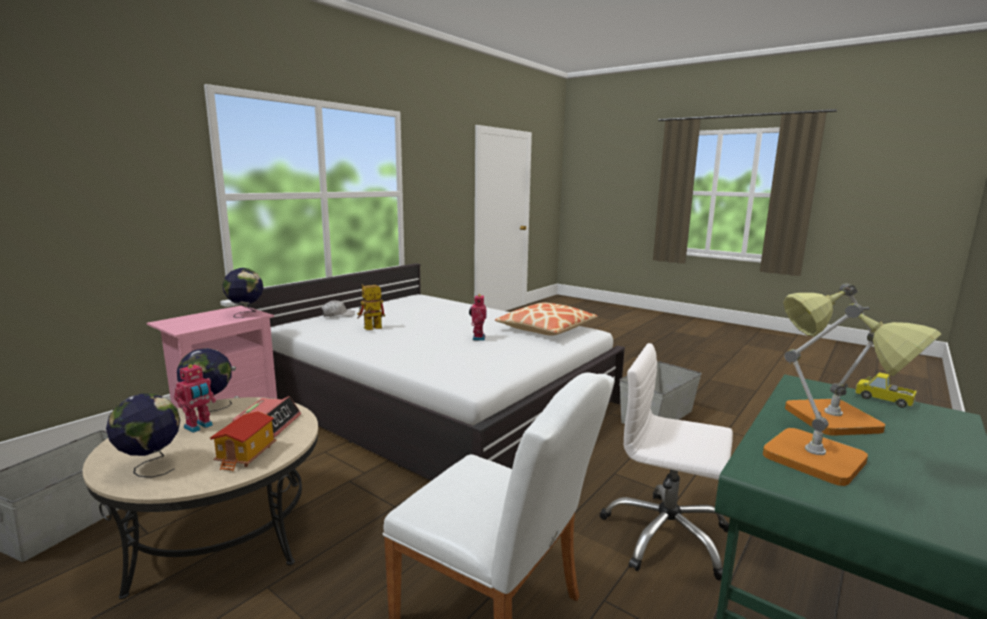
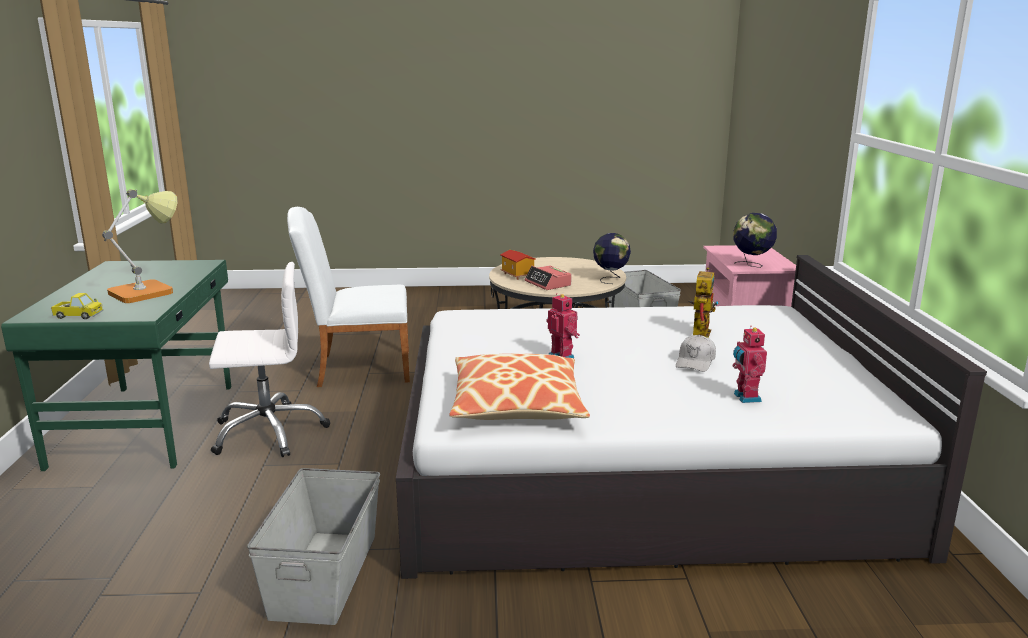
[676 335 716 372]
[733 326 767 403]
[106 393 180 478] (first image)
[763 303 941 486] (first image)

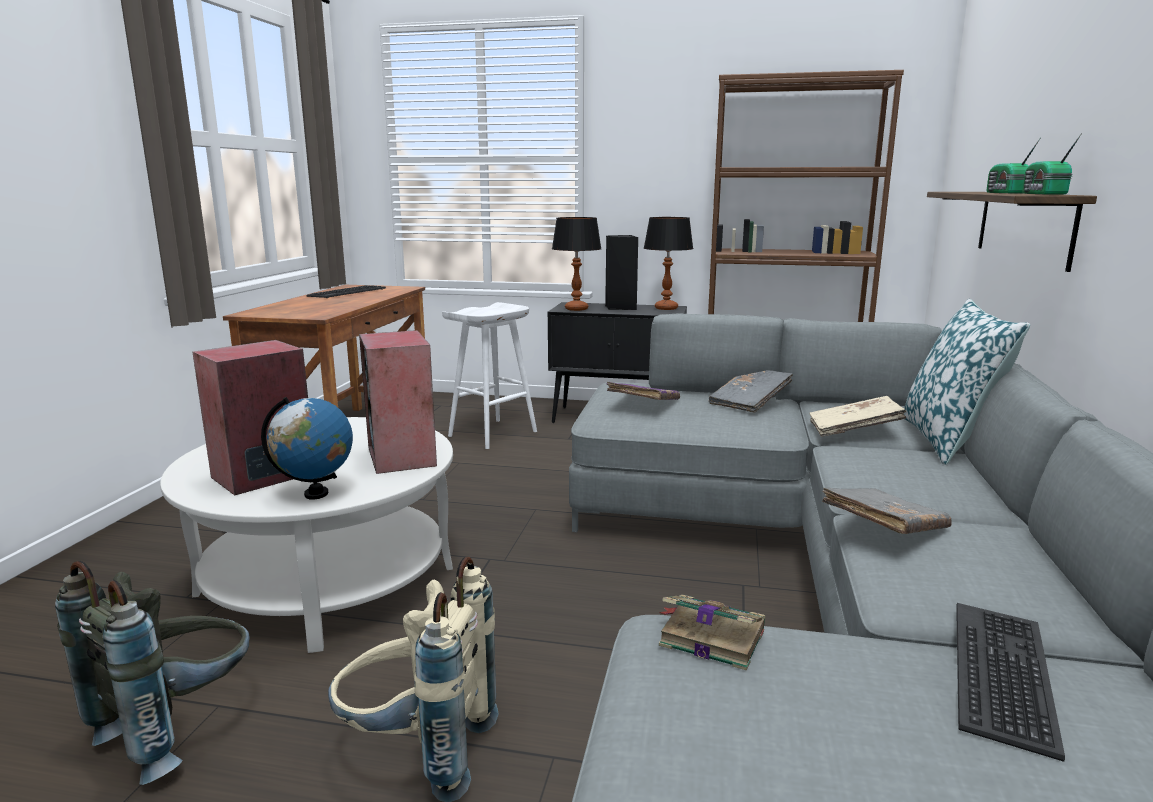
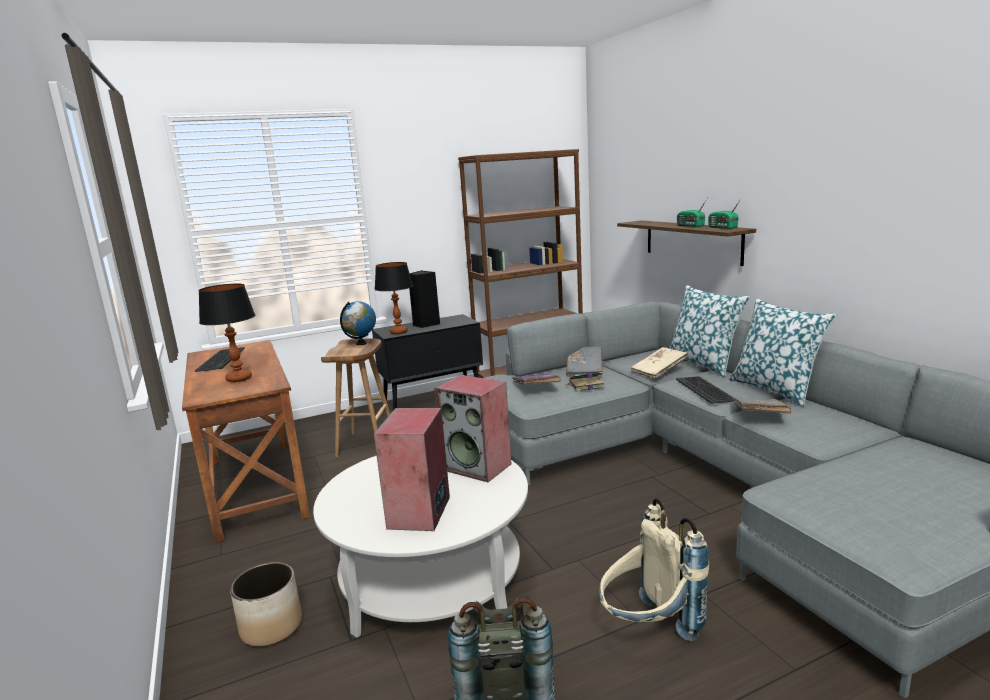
[198 284 255 382]
[230 562 302 646]
[321 338 390 457]
[340 301 376 345]
[566 372 605 392]
[676 376 734 404]
[729 299 836 407]

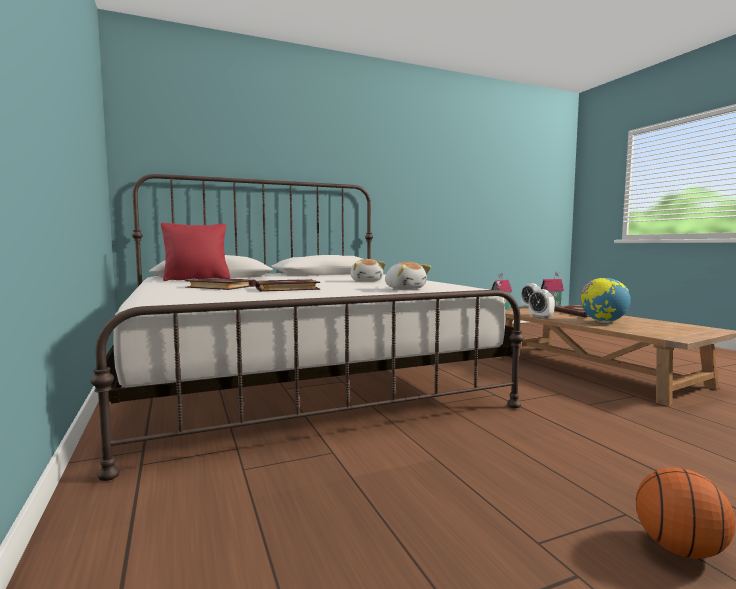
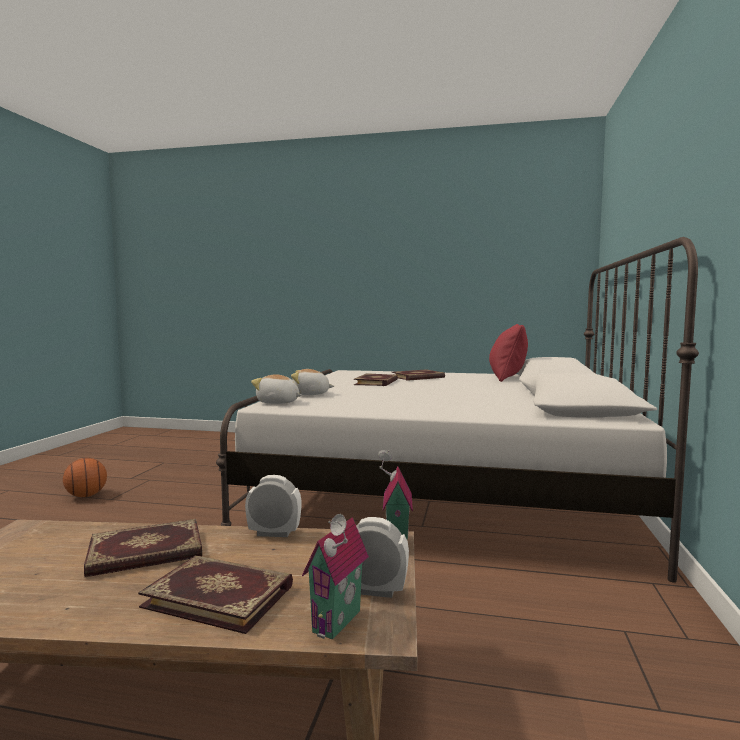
[84 519 202 577]
[251 374 302 404]

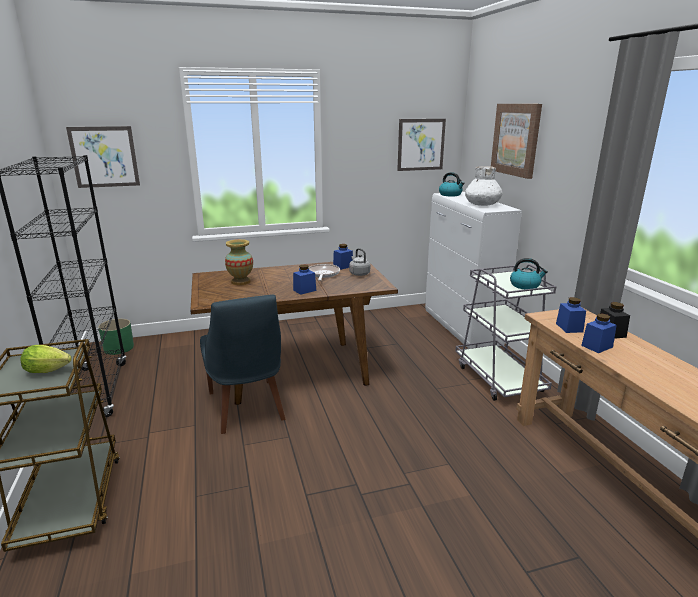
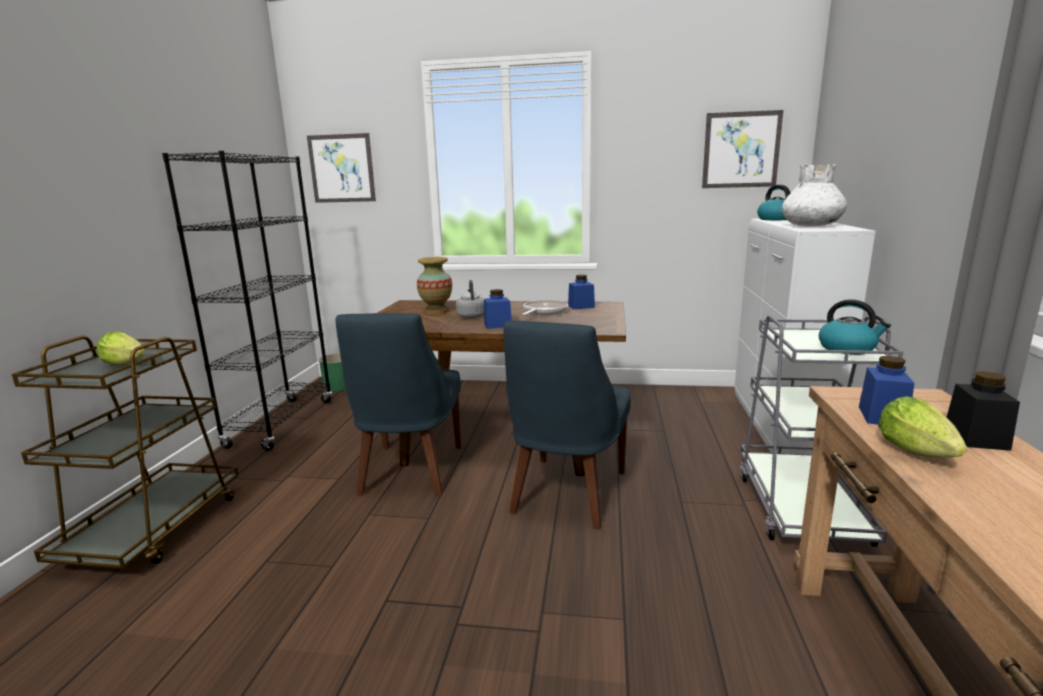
[456 280 484 318]
[503 321 631 530]
[878 396 967 457]
[491 104 542 179] (first image)

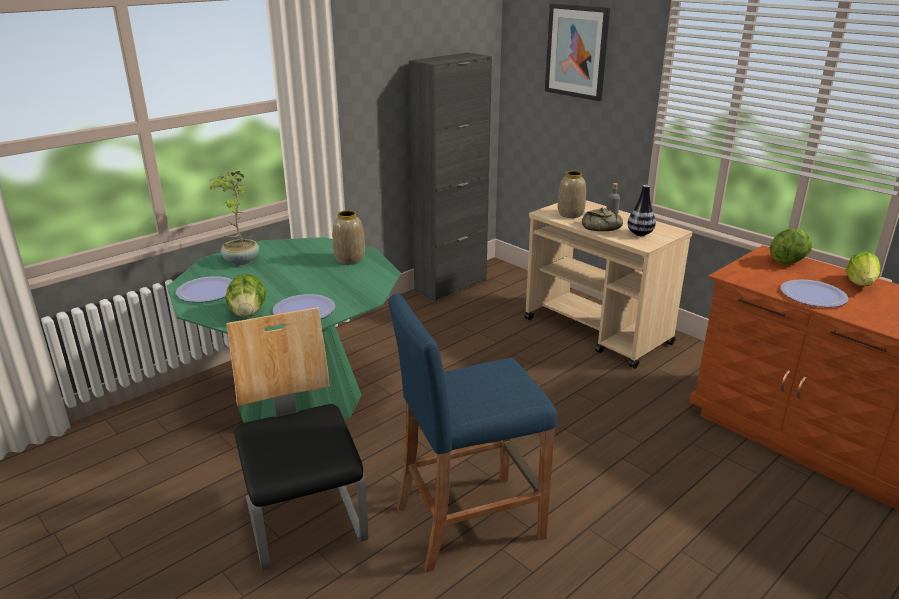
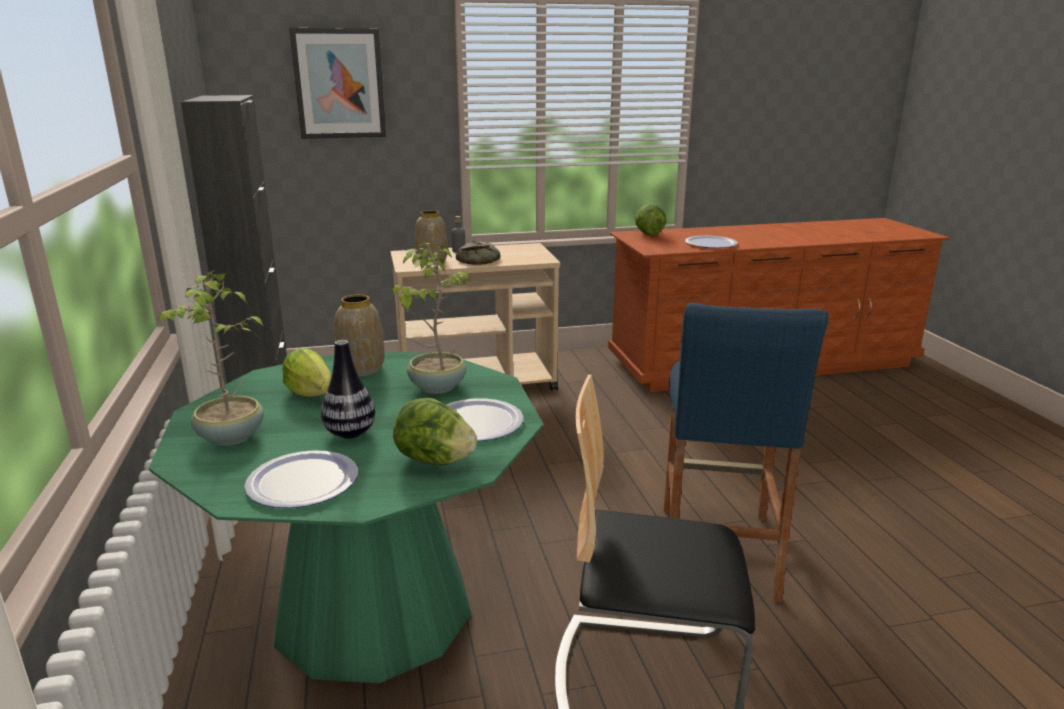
[282 348 331 397]
[321 340 376 439]
[392 243 470 394]

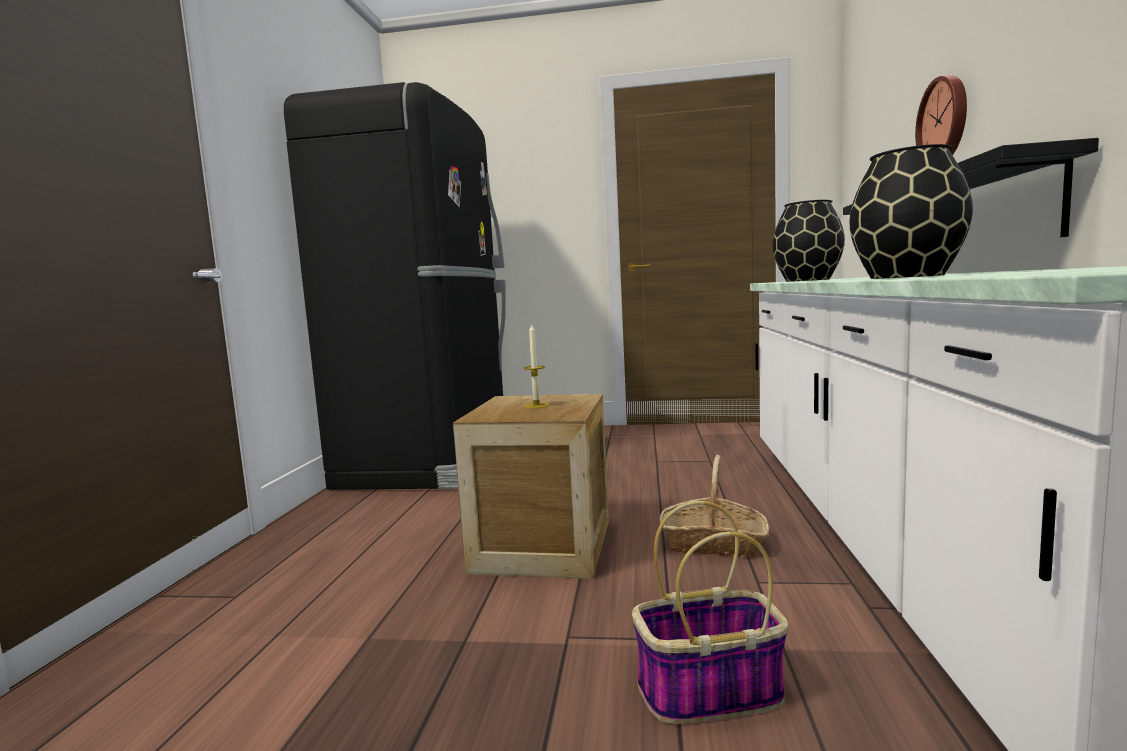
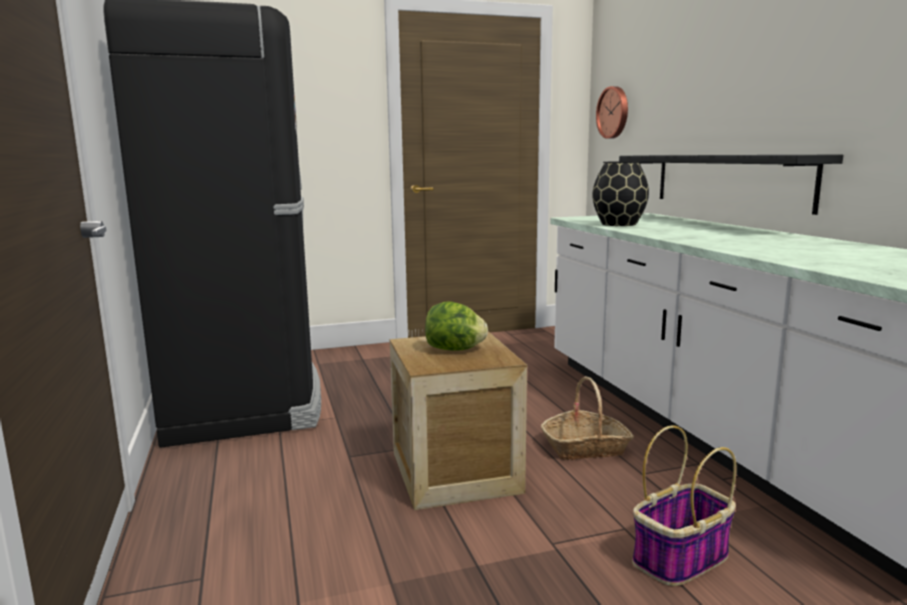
[425 301 488 350]
[596 86 628 139]
[849 144 973 279] (first image)

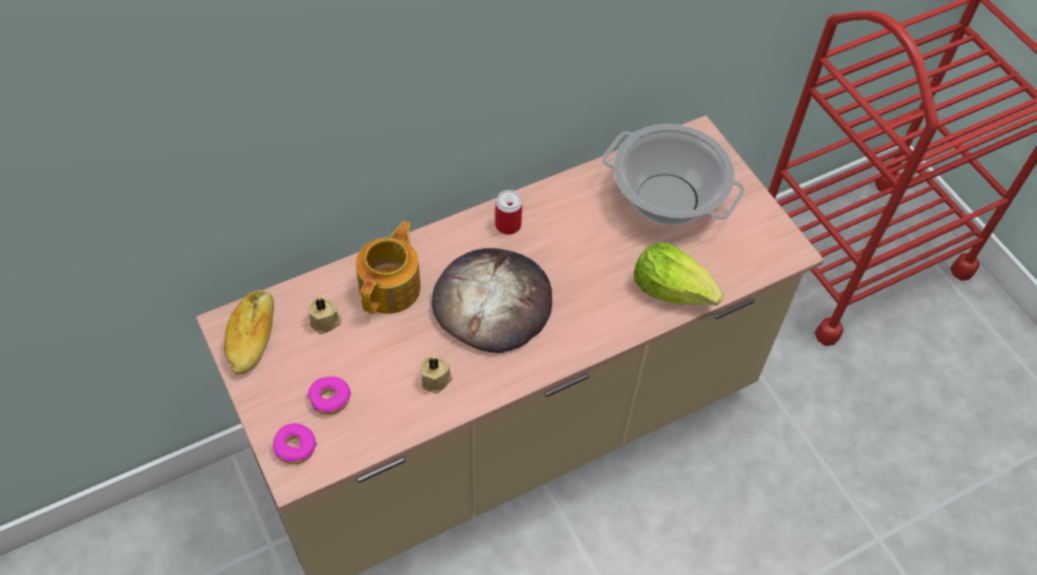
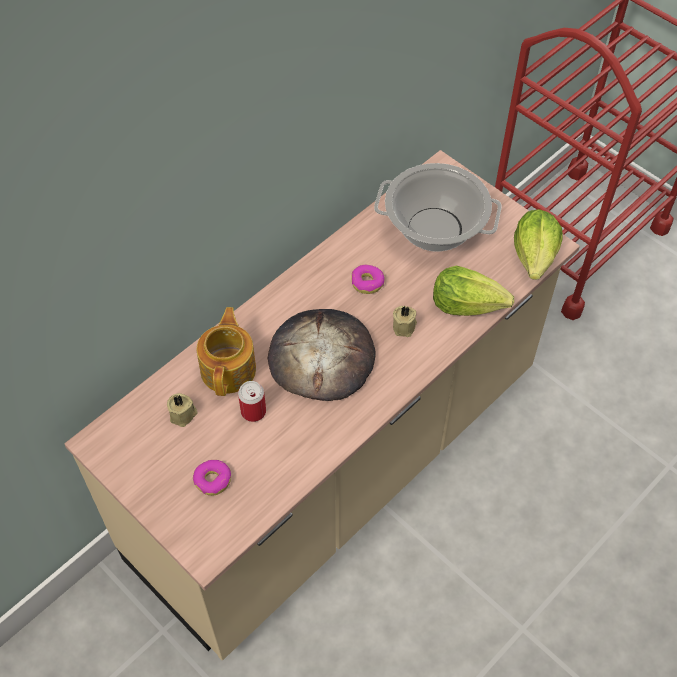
[238 381 266 422]
[351 265 385 294]
[393 306 417 337]
[514 209 563 280]
[224 290 274 375] (first image)

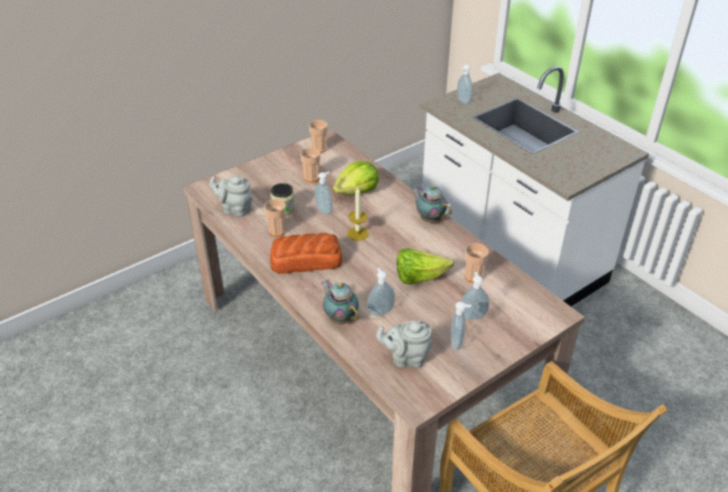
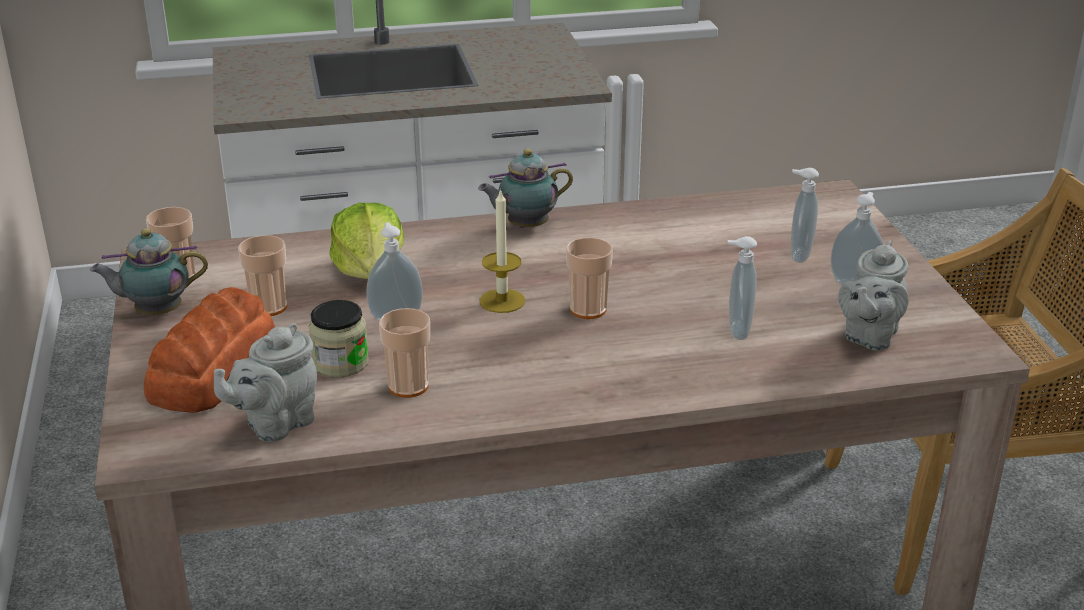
[90 228 208 315]
[144 287 275 413]
[566 237 613 319]
[397 248 454 284] (first image)
[457 65 473 104] (first image)

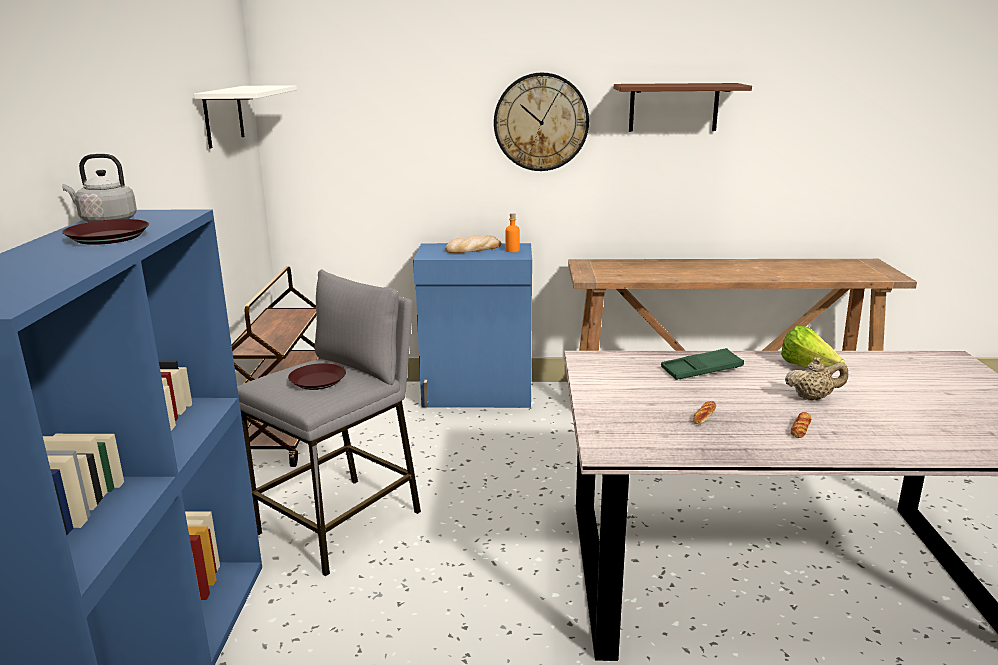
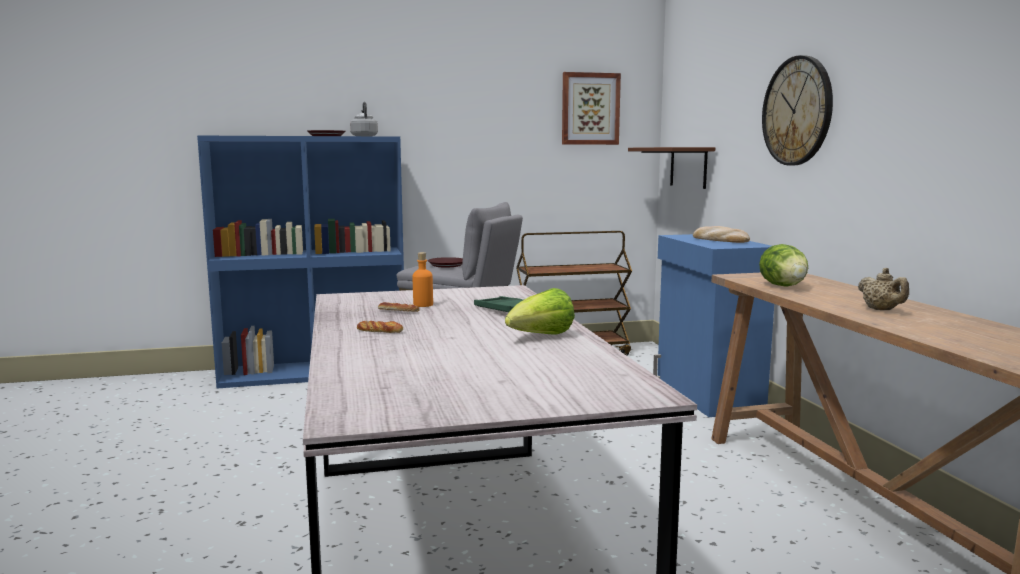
[413 252 433 307]
[562 72 621 145]
[628 147 715 189]
[759 244 808 287]
[858 268 909 310]

